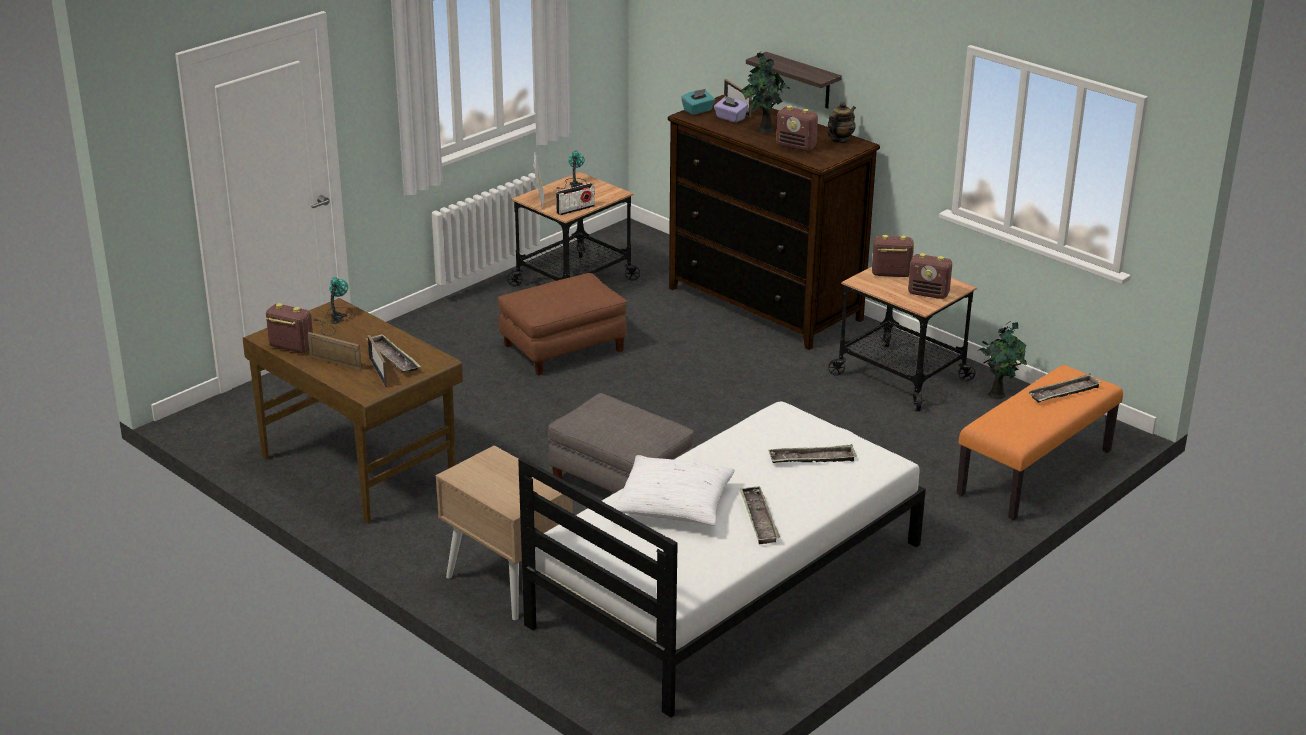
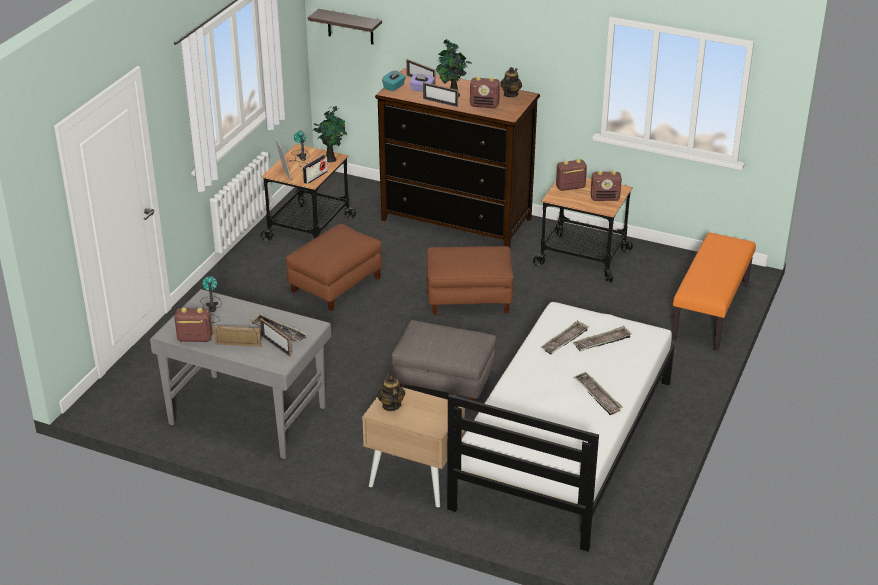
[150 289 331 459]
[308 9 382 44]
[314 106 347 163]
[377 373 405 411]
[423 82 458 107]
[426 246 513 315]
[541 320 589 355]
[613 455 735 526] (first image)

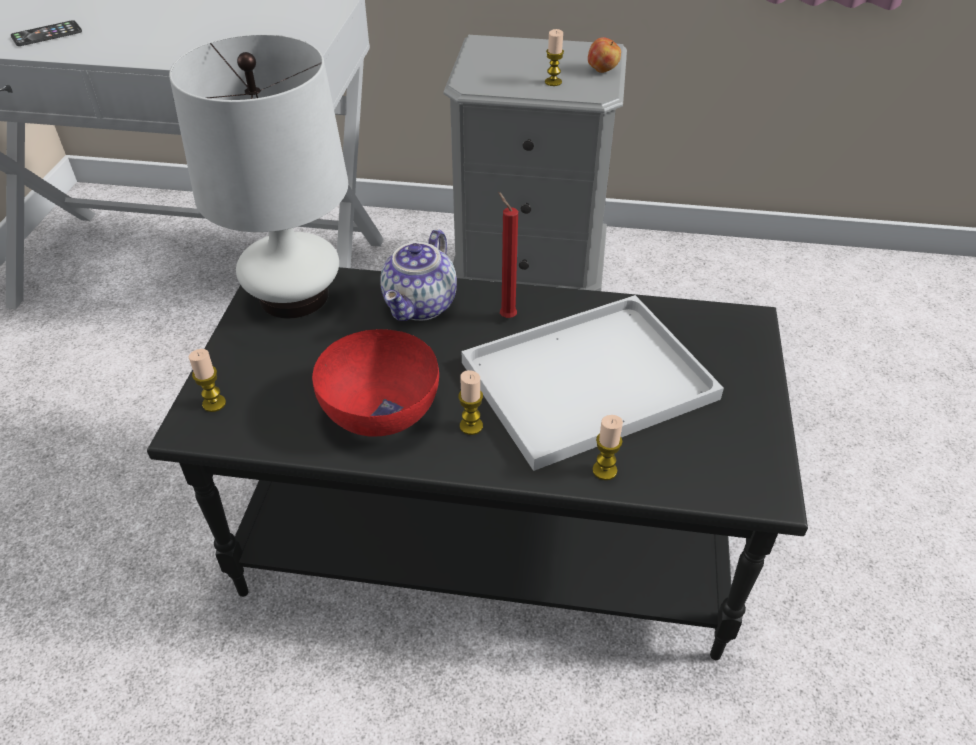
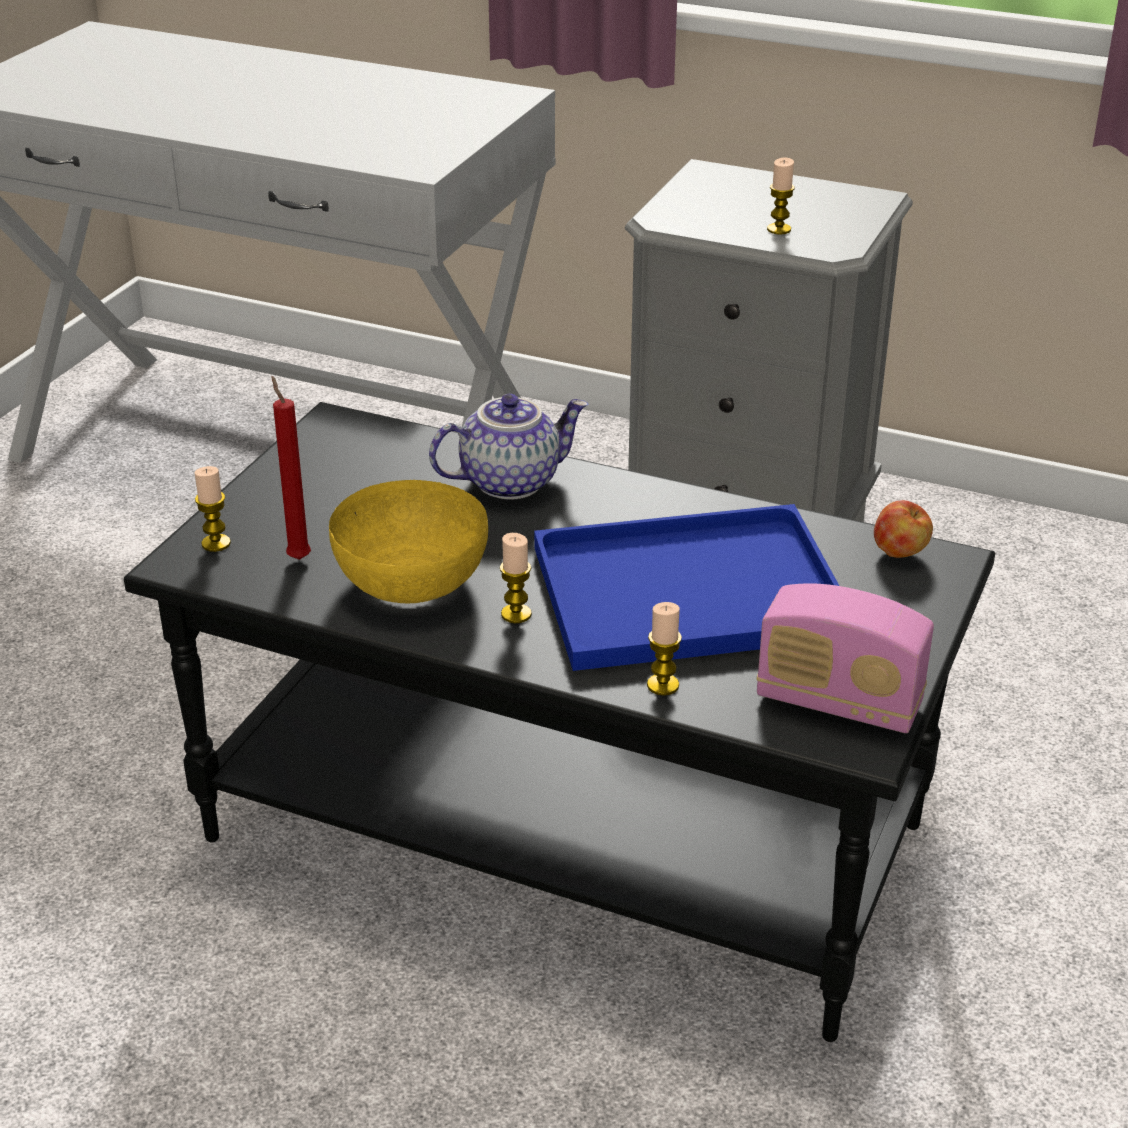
[272 376 311 560]
[329 480 488 603]
[429 394 588 500]
[534 504 839 671]
[757 583 934 733]
[874 500 933 558]
[11 20 82 46] (first image)
[169 34 348 319] (first image)

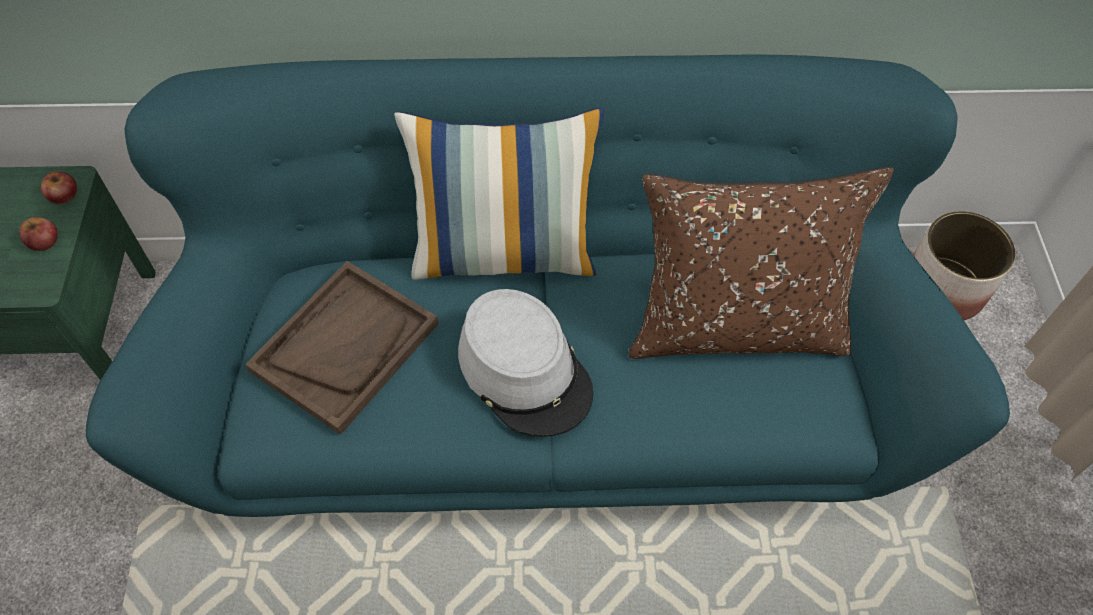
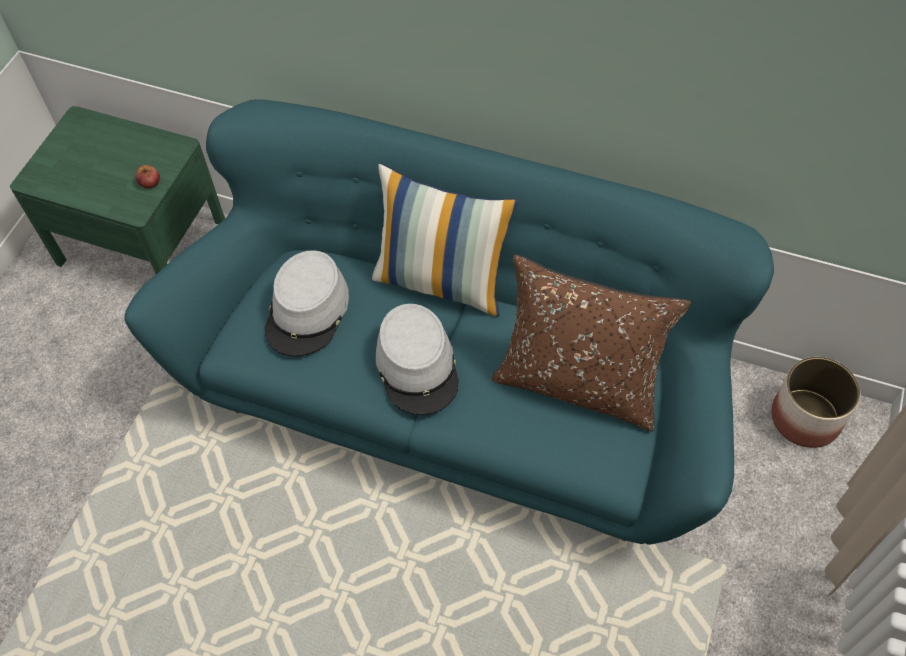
[265 250 349 357]
[41 171 77 204] (first image)

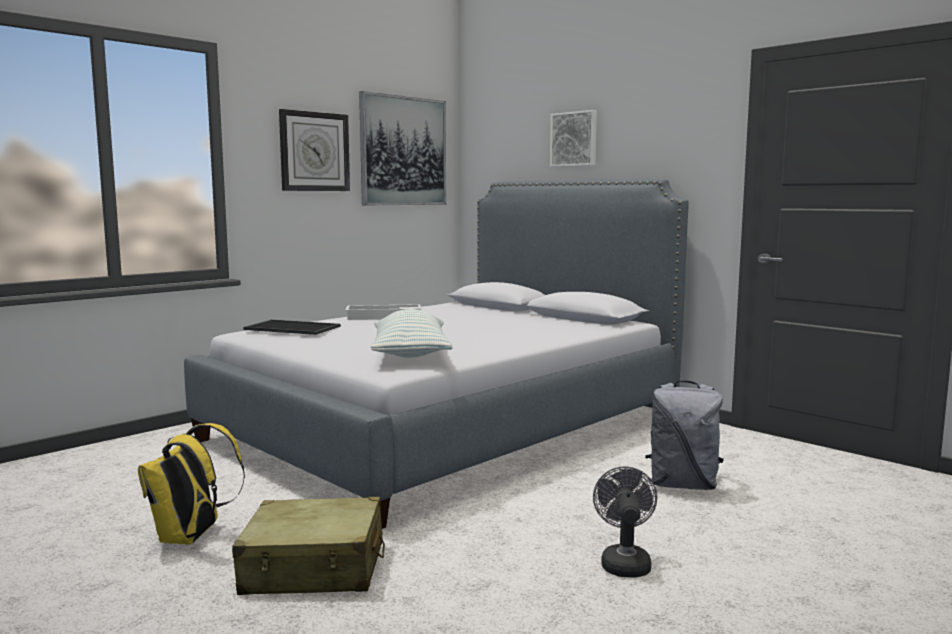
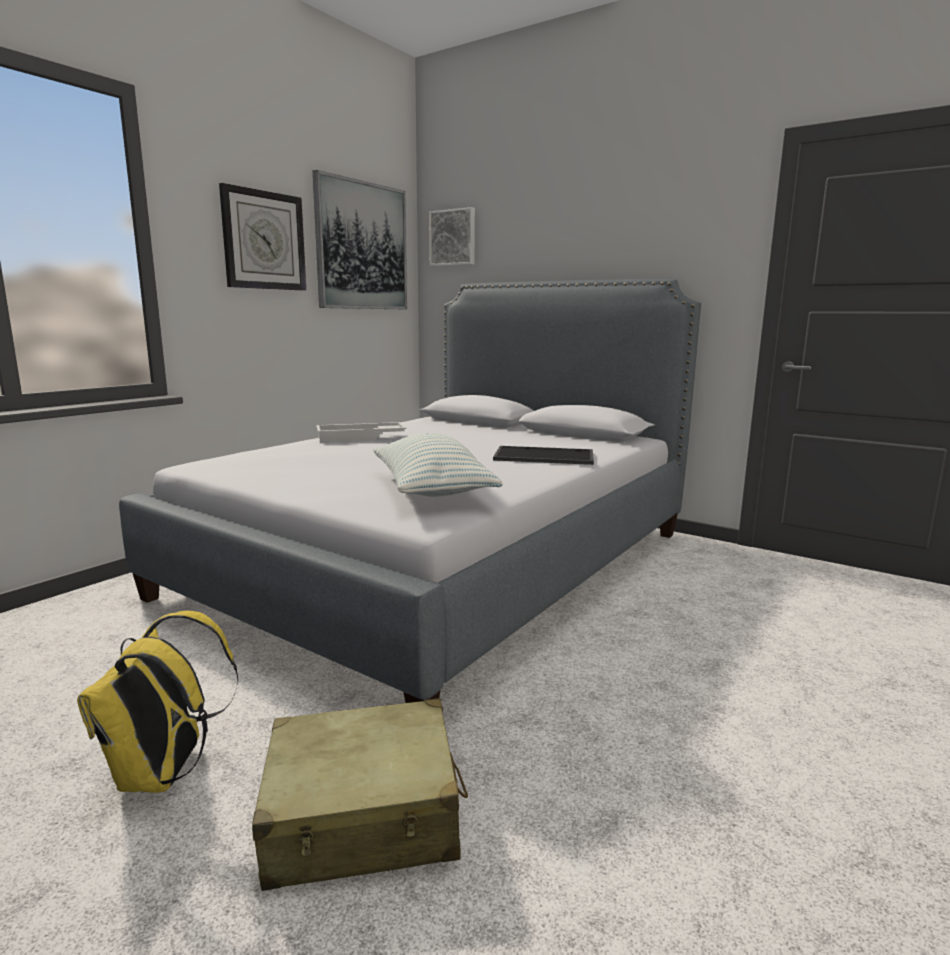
[429 207 475 266]
[493 446 594 465]
[593 466 657 578] (first image)
[645 381 724 490] (first image)

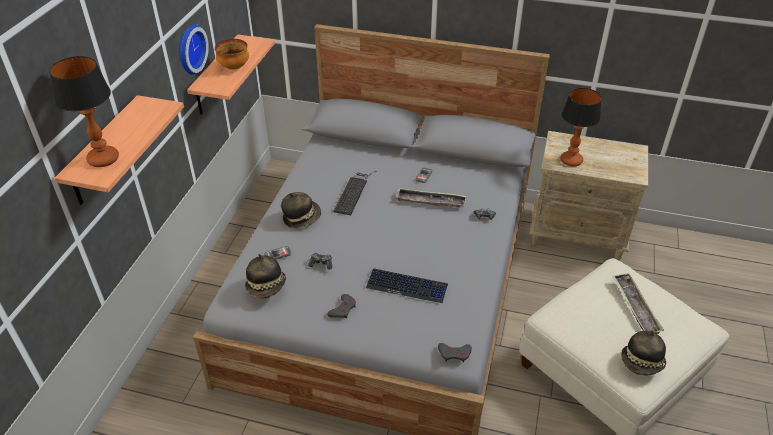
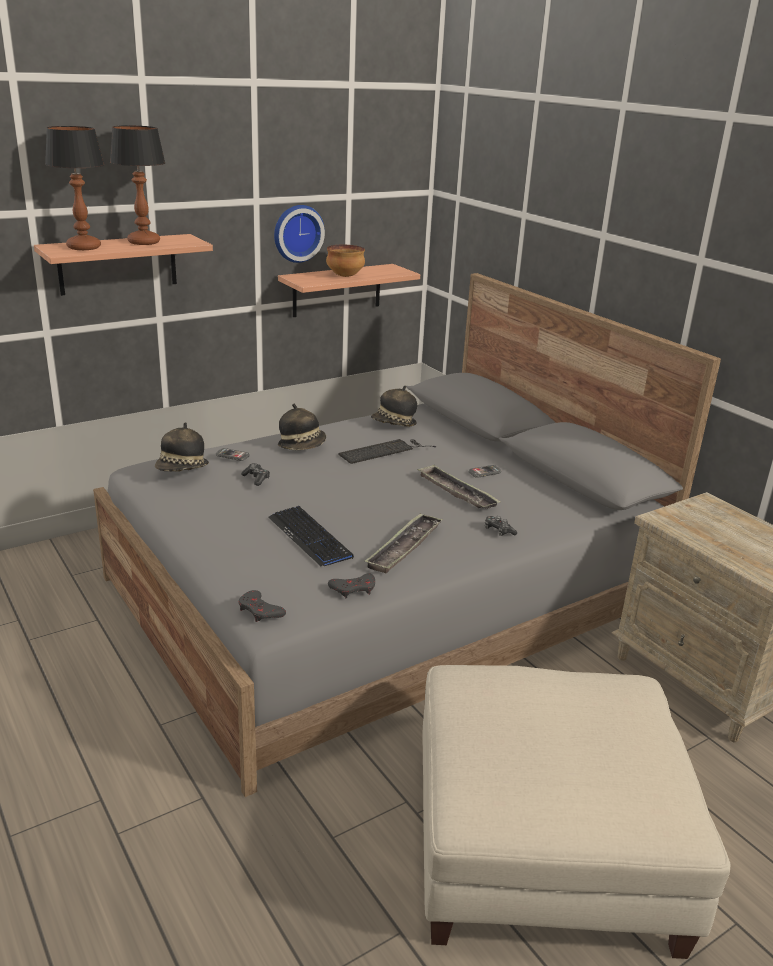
[110 125 165 245]
[328 573 375 598]
[364 513 443 573]
[371 385 417 427]

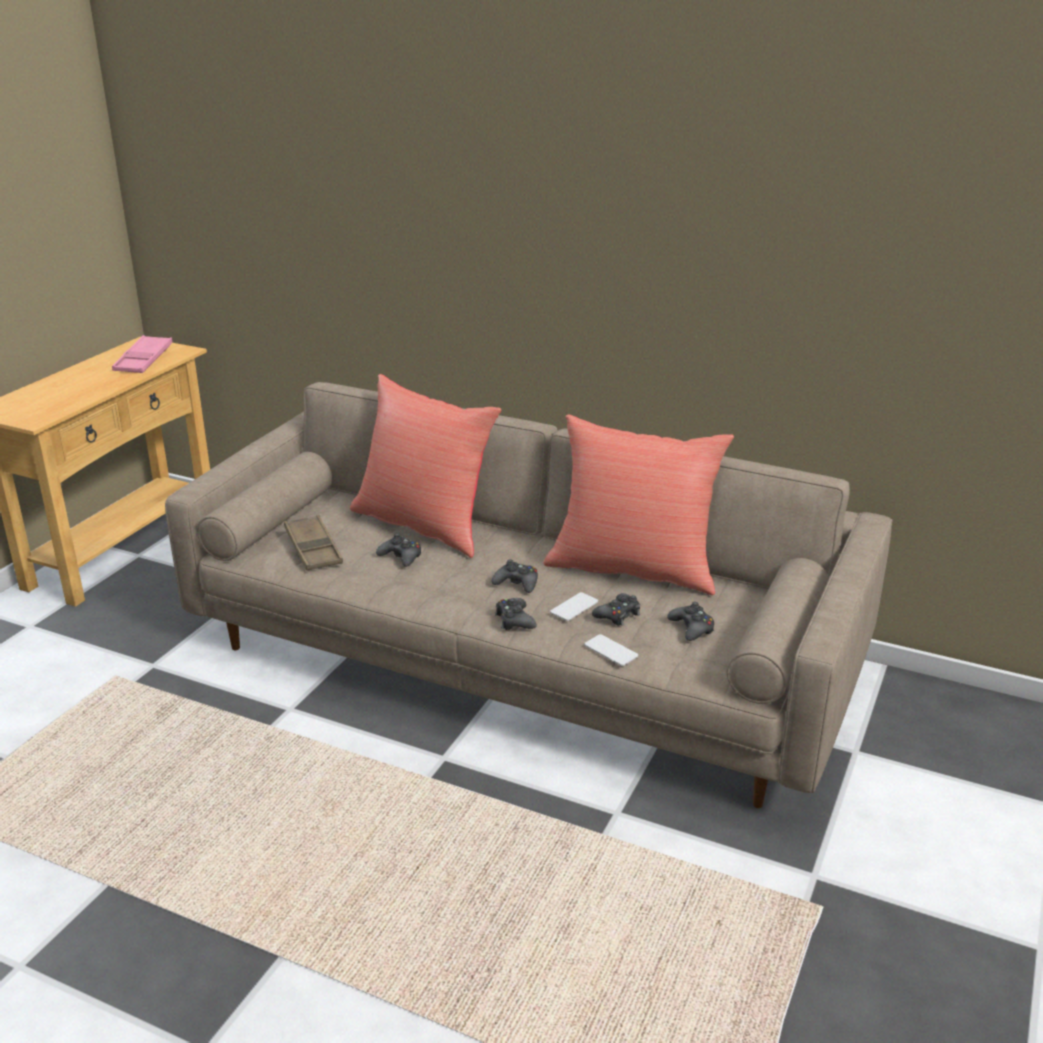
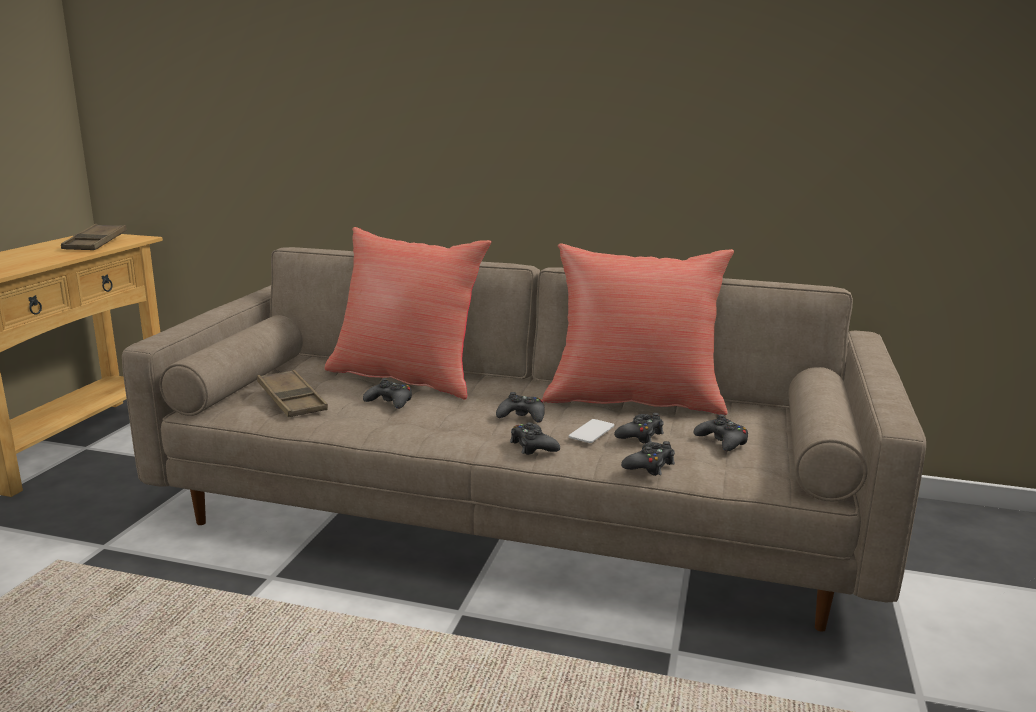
[61 224 127 250]
[621 441 675 476]

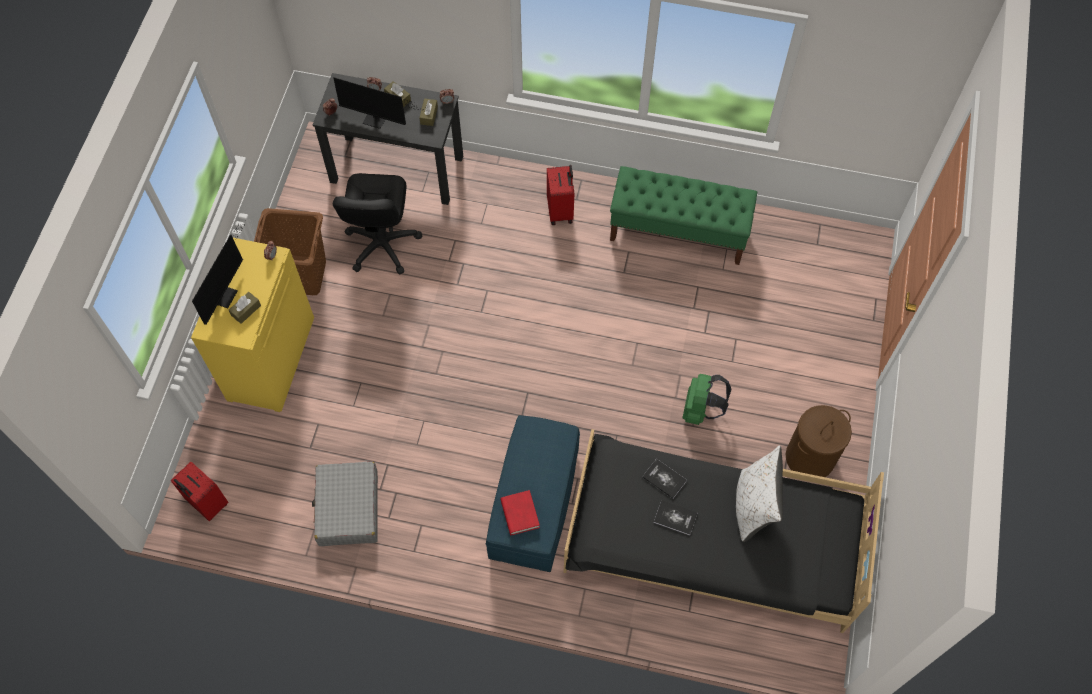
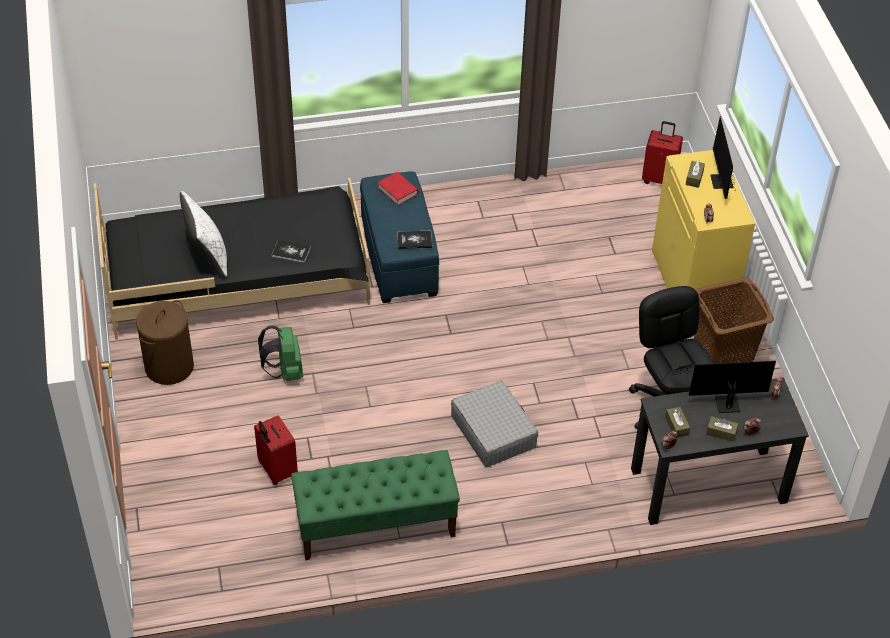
[254 415 298 485]
[397 231 432 249]
[451 380 538 467]

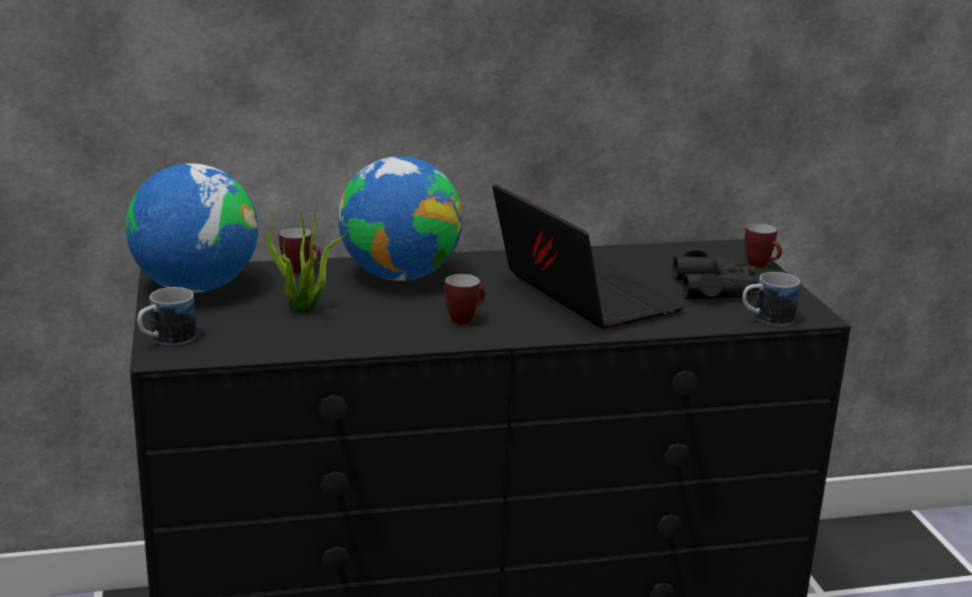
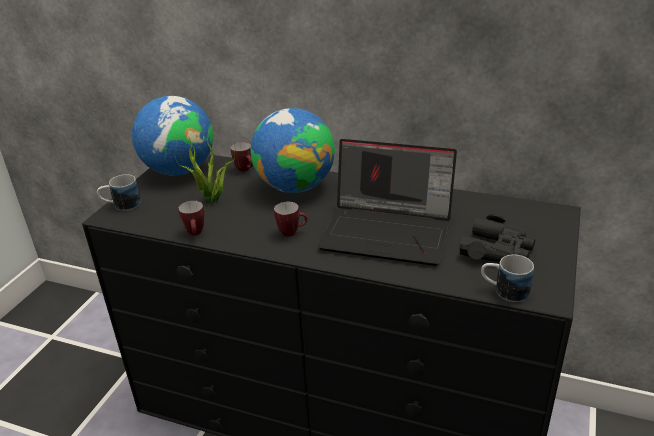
[178 201 204 235]
[318 139 457 266]

